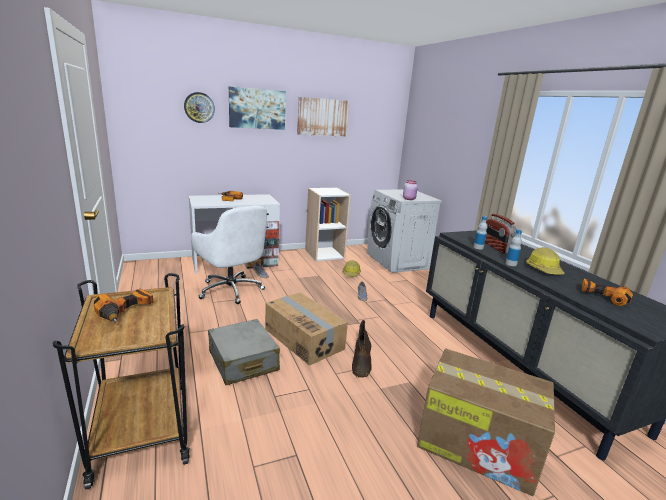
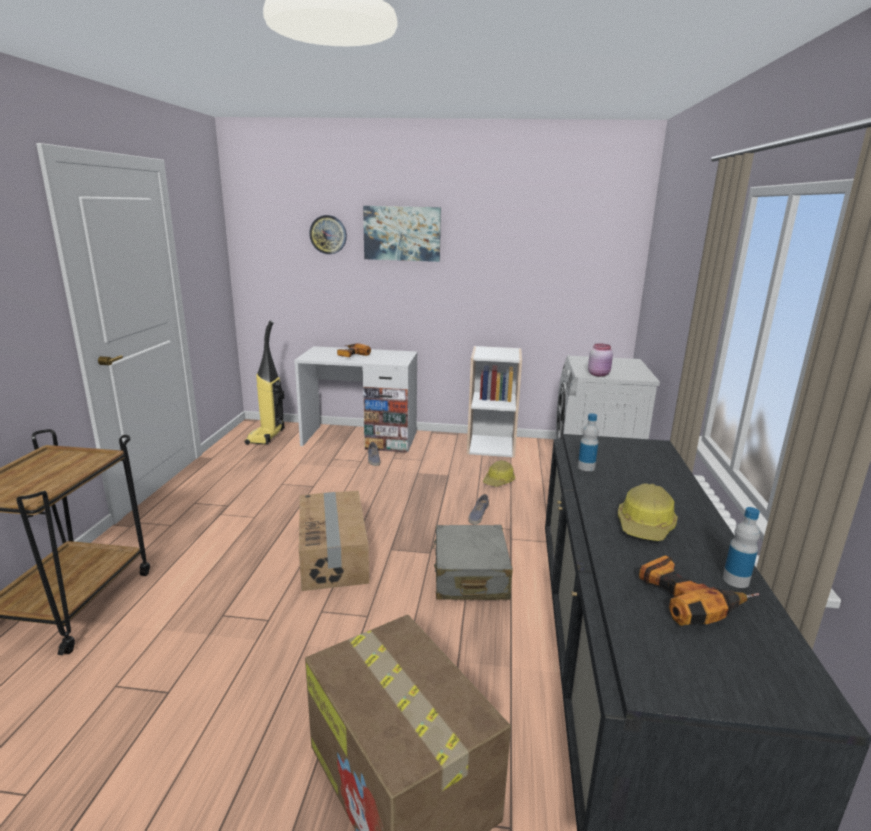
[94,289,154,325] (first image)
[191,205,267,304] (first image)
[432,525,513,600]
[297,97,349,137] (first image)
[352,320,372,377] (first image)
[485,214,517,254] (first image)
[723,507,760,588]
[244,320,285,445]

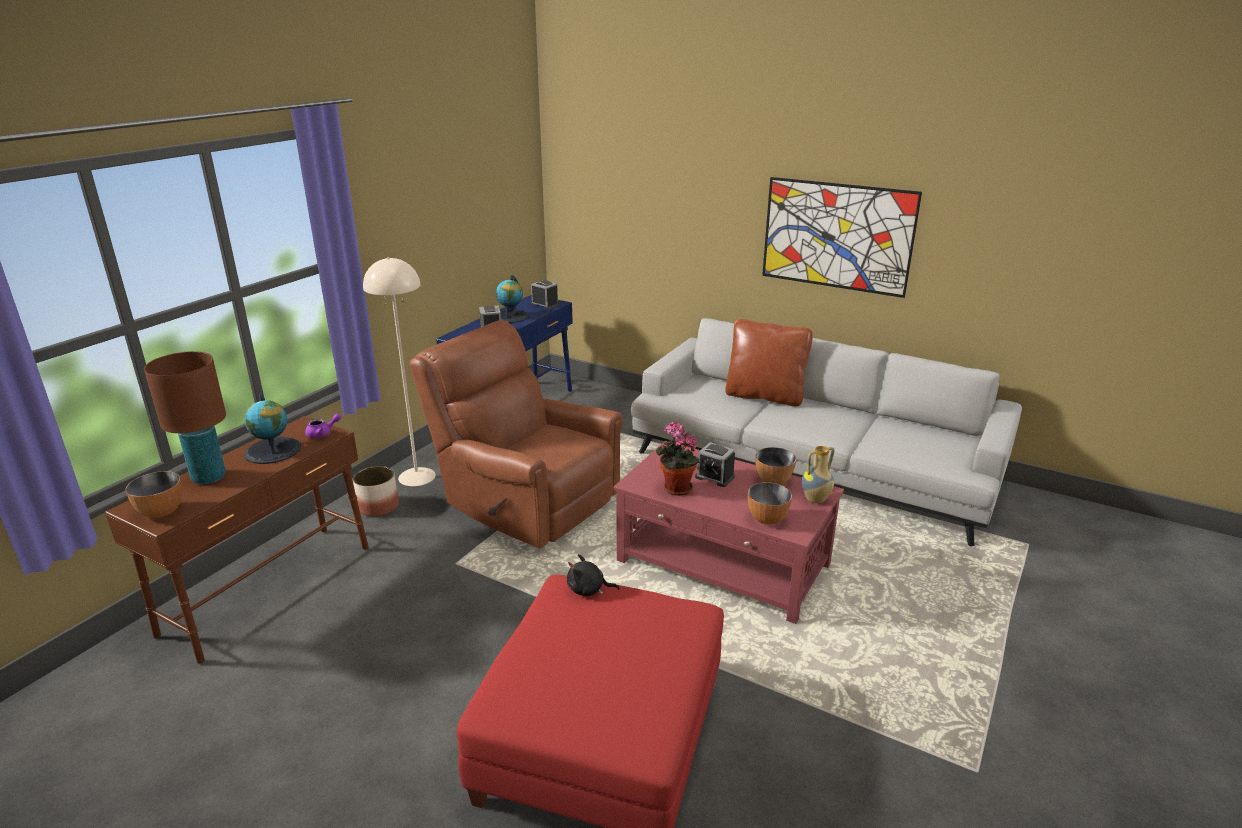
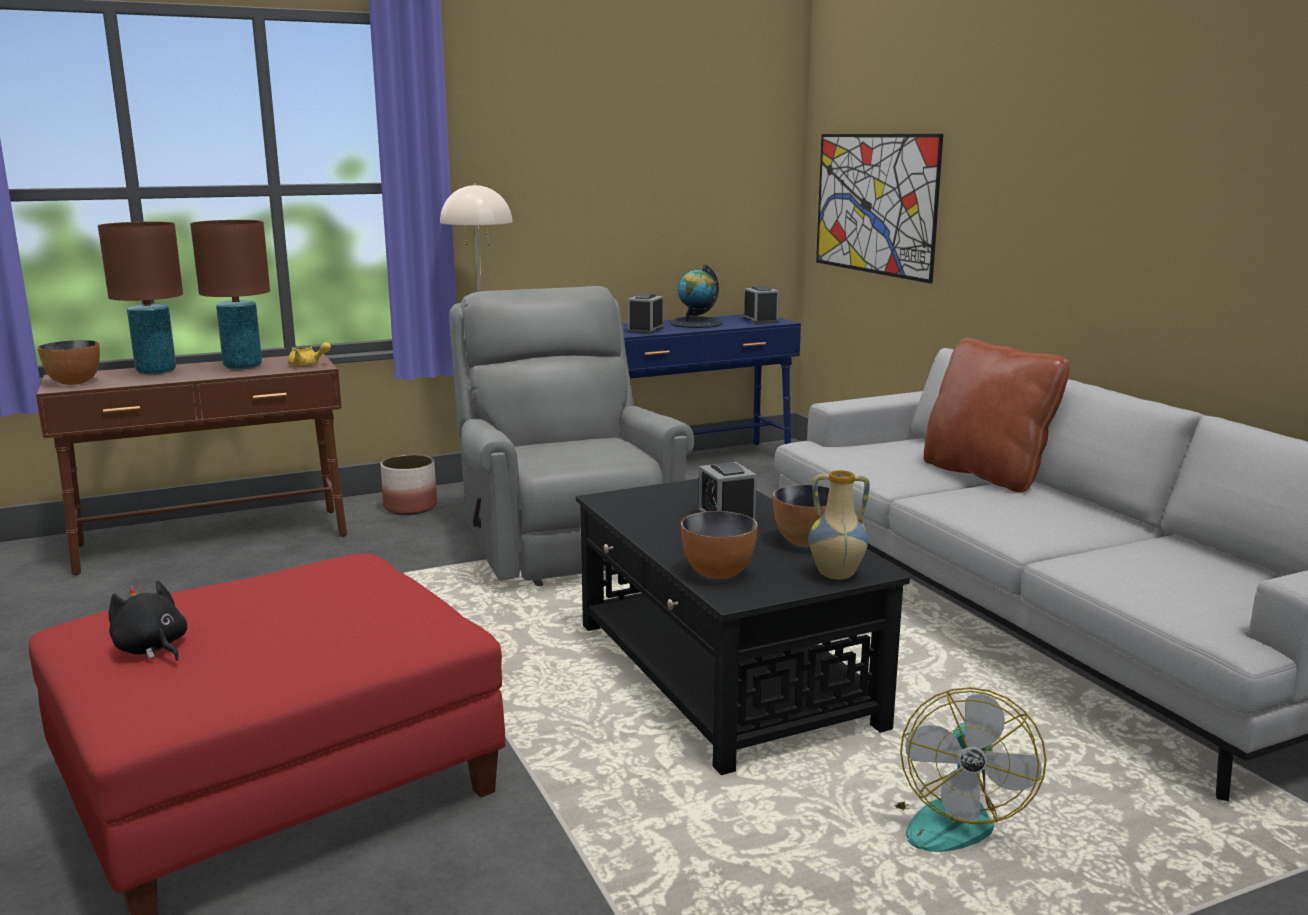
[190,220,270,369]
[288,342,331,367]
[449,286,694,586]
[109,580,187,661]
[576,479,910,775]
[656,422,700,496] (first image)
[816,134,943,284]
[895,687,1046,852]

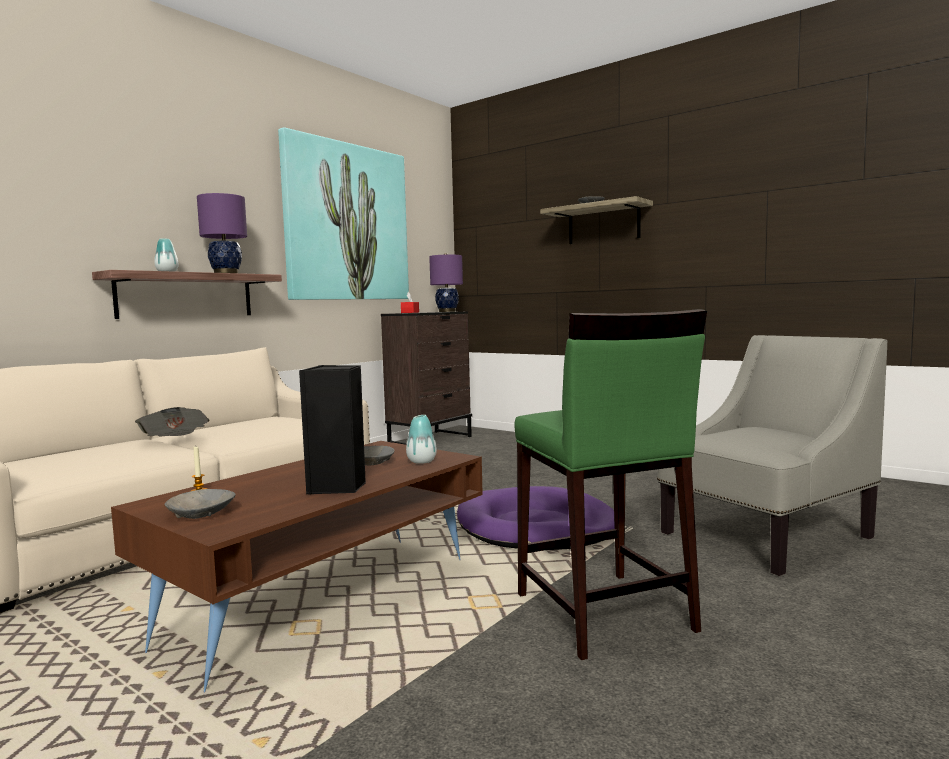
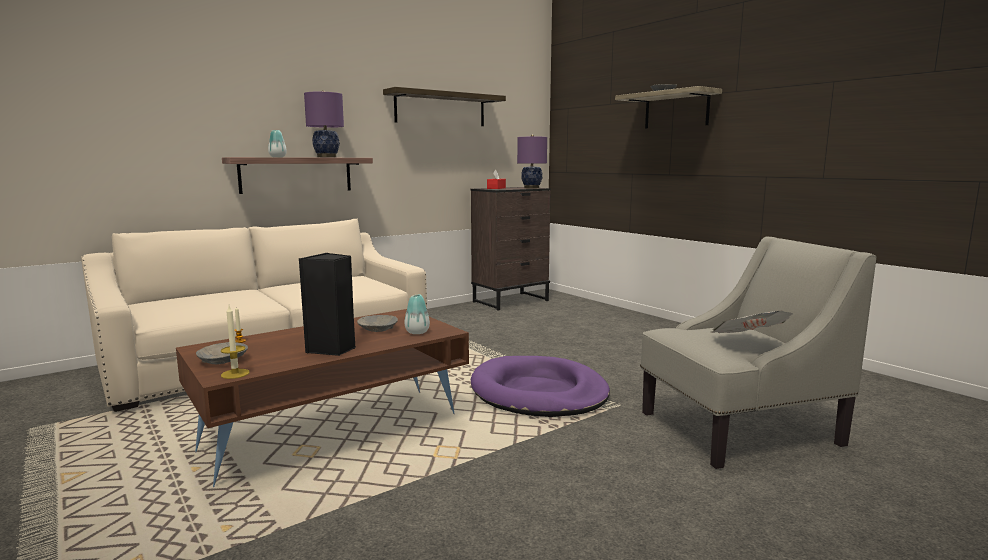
[711,311,793,333]
[383,87,506,126]
[515,309,707,660] (first image)
[221,306,250,379]

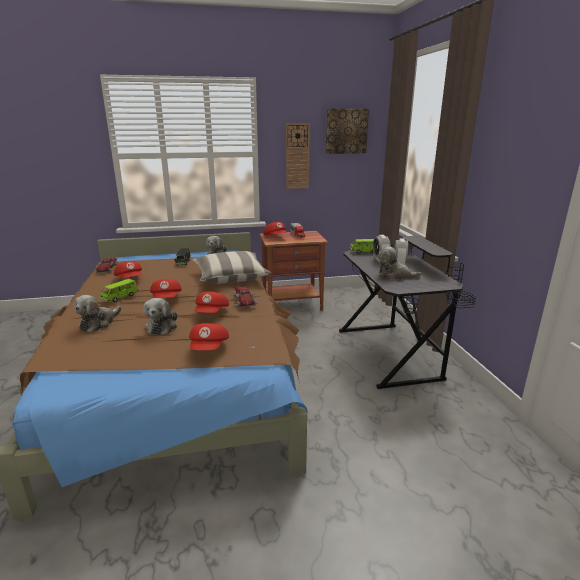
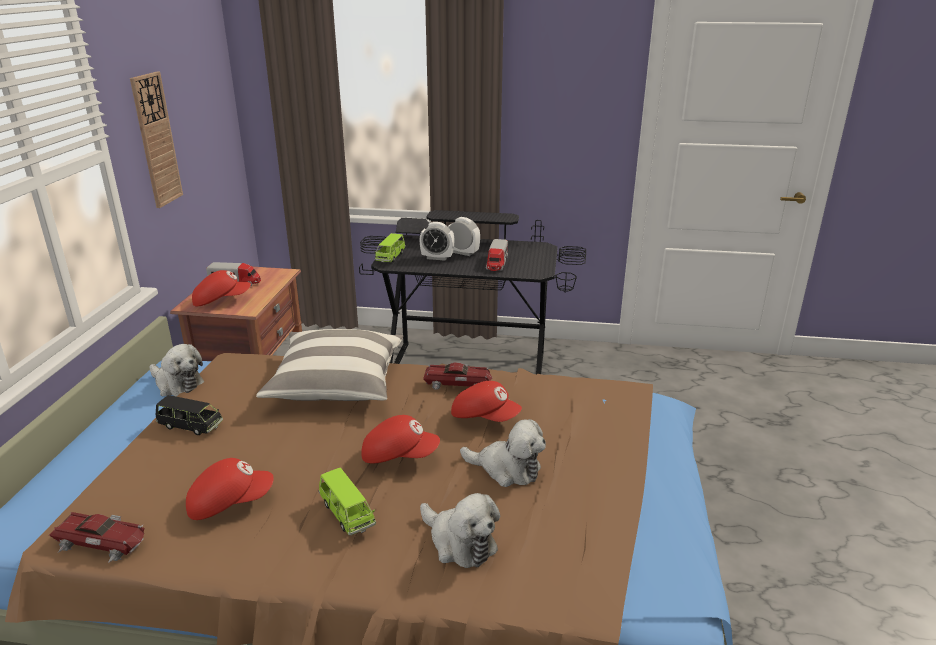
[189,323,229,350] (first image)
[326,108,369,154] (first image)
[486,239,508,271]

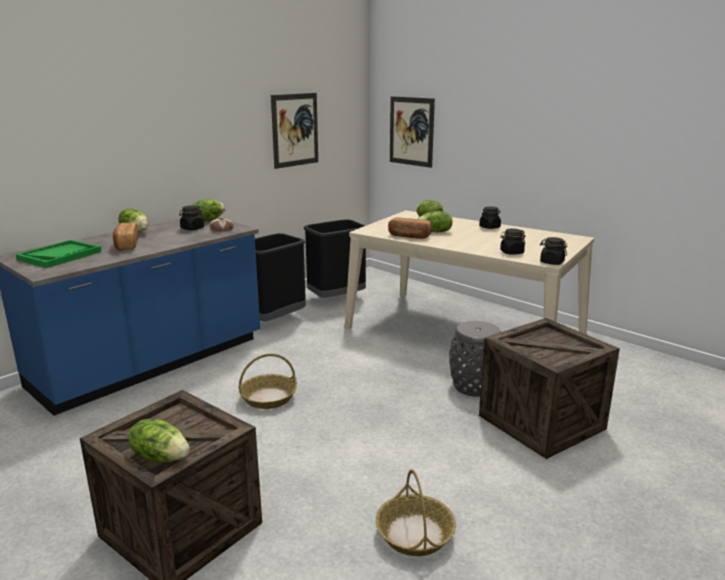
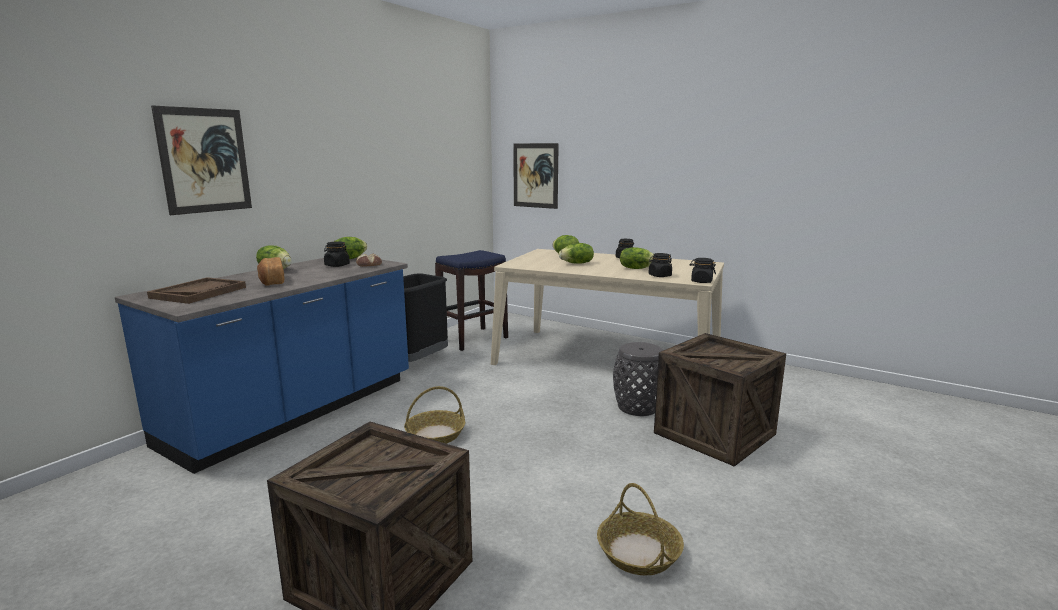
[147,277,246,304]
[620,247,654,269]
[151,105,252,215]
[435,250,508,351]
[388,217,432,239] (first image)

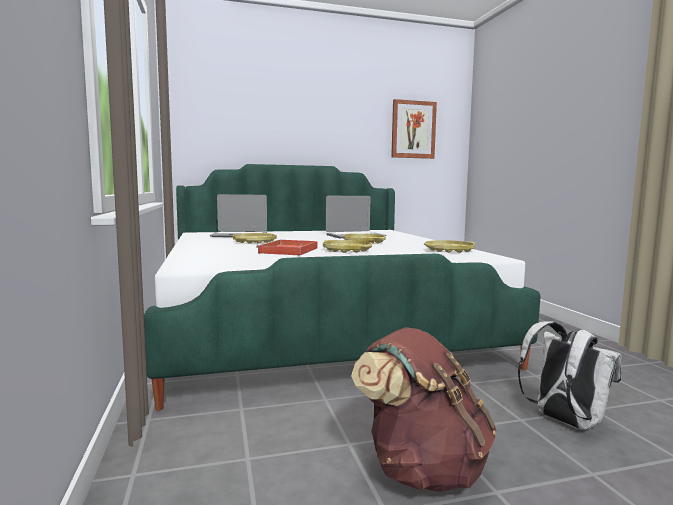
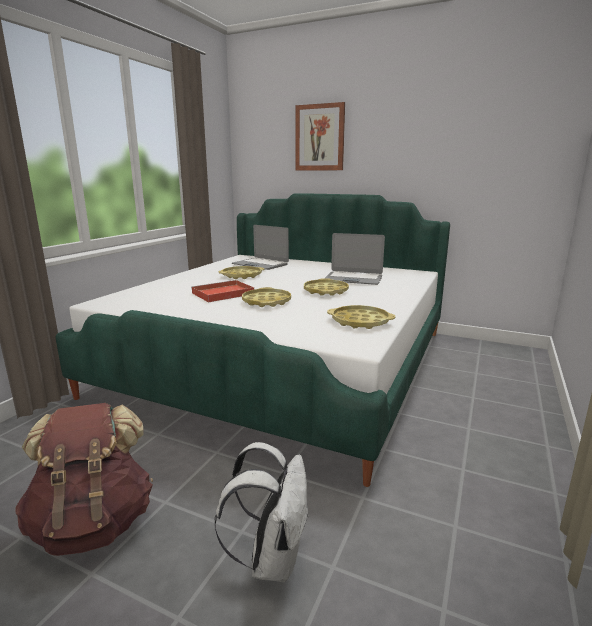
[296,102,345,171]

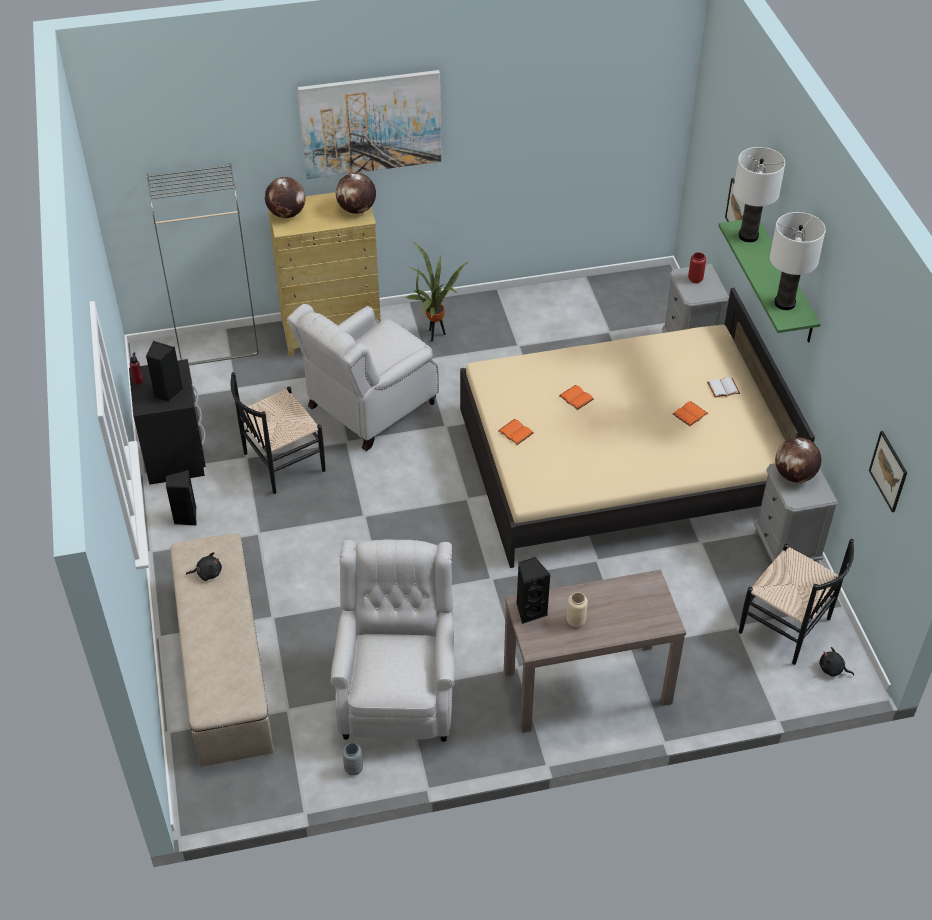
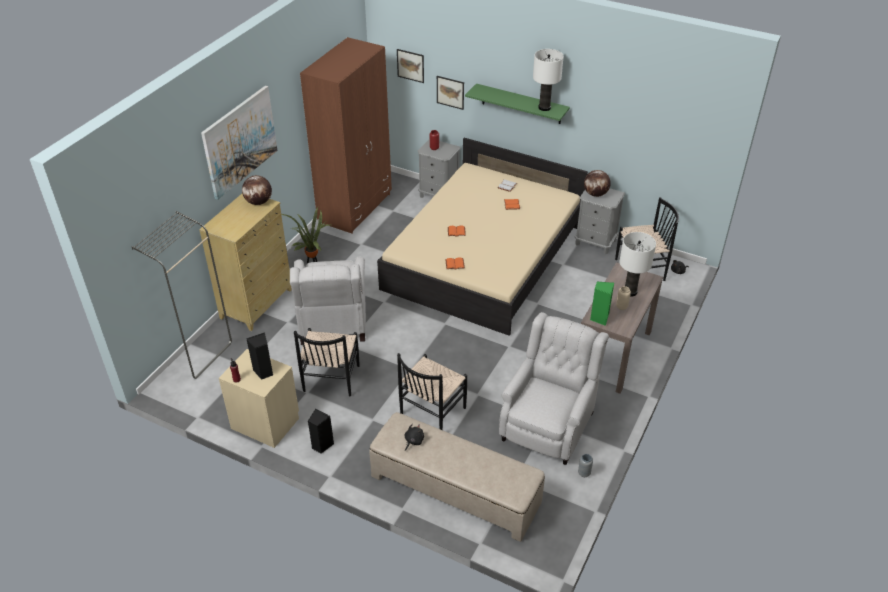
[219,349,299,448]
[265,177,306,218] (first image)
[499,312,609,465]
[590,282,614,326]
[619,232,656,297]
[397,49,424,83]
[300,37,392,233]
[397,353,467,430]

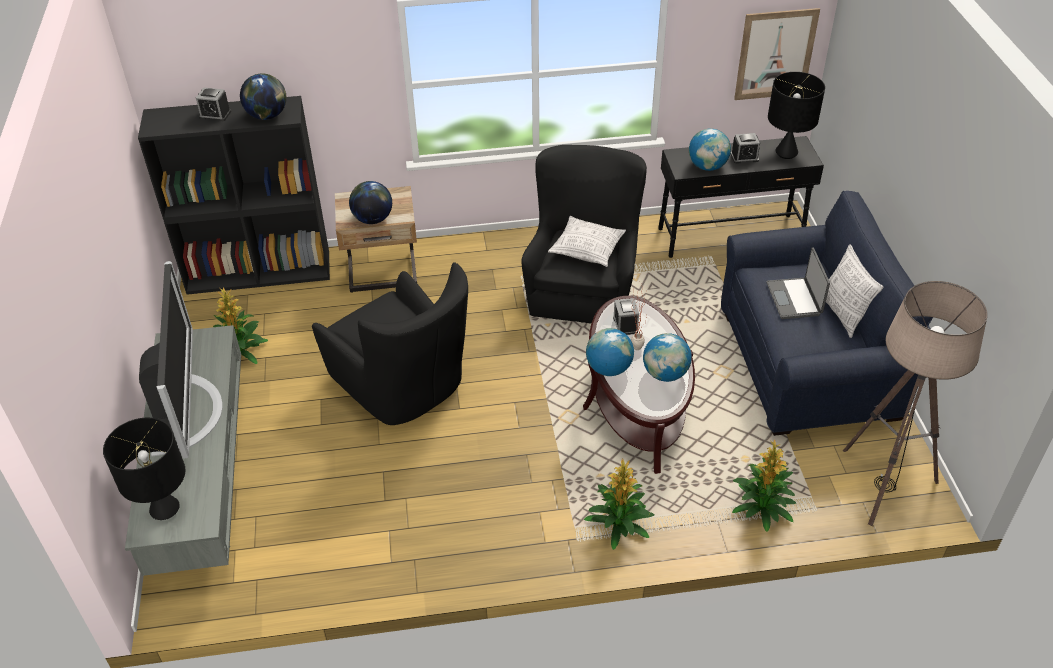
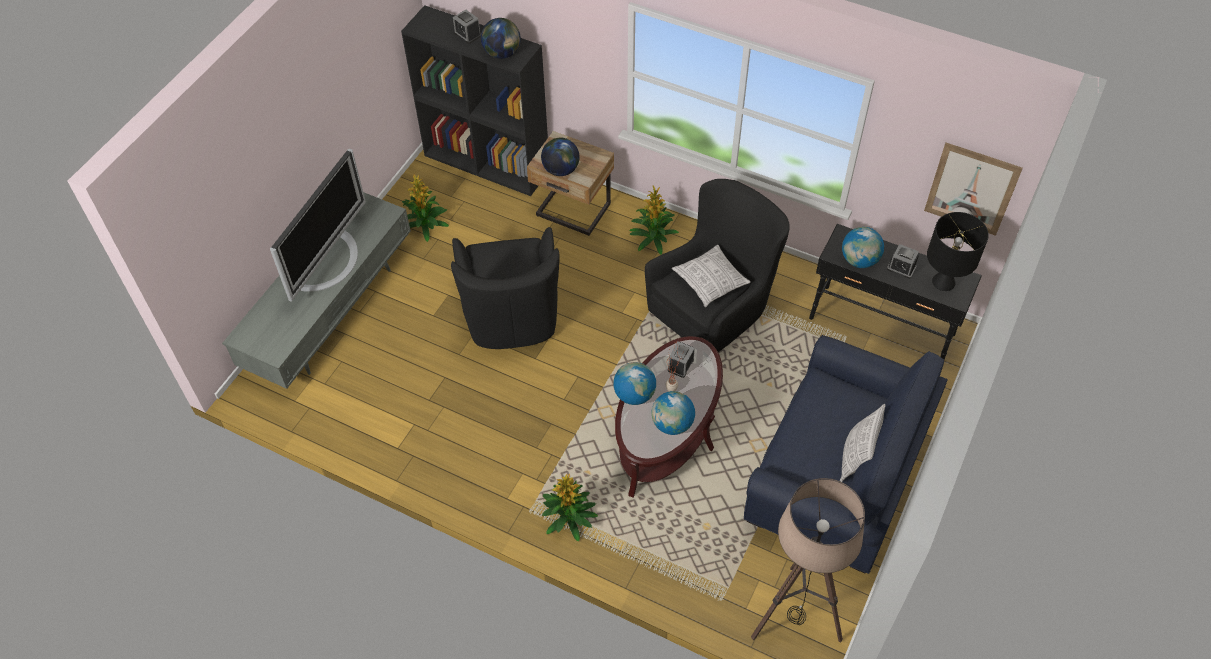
[103,418,185,520] (first image)
[629,186,679,255]
[766,247,830,319] (first image)

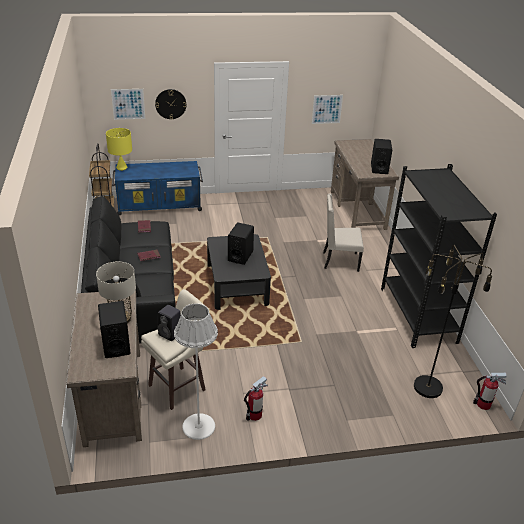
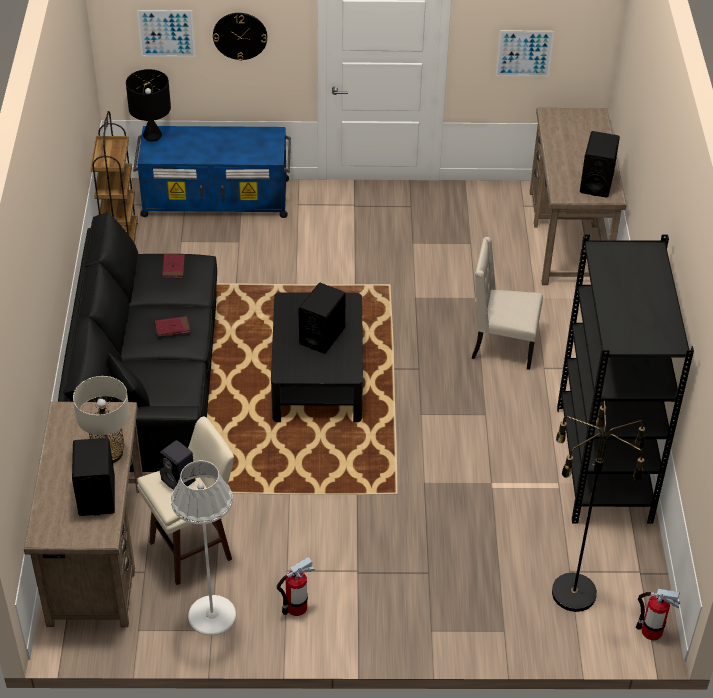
[126,69,171,141]

